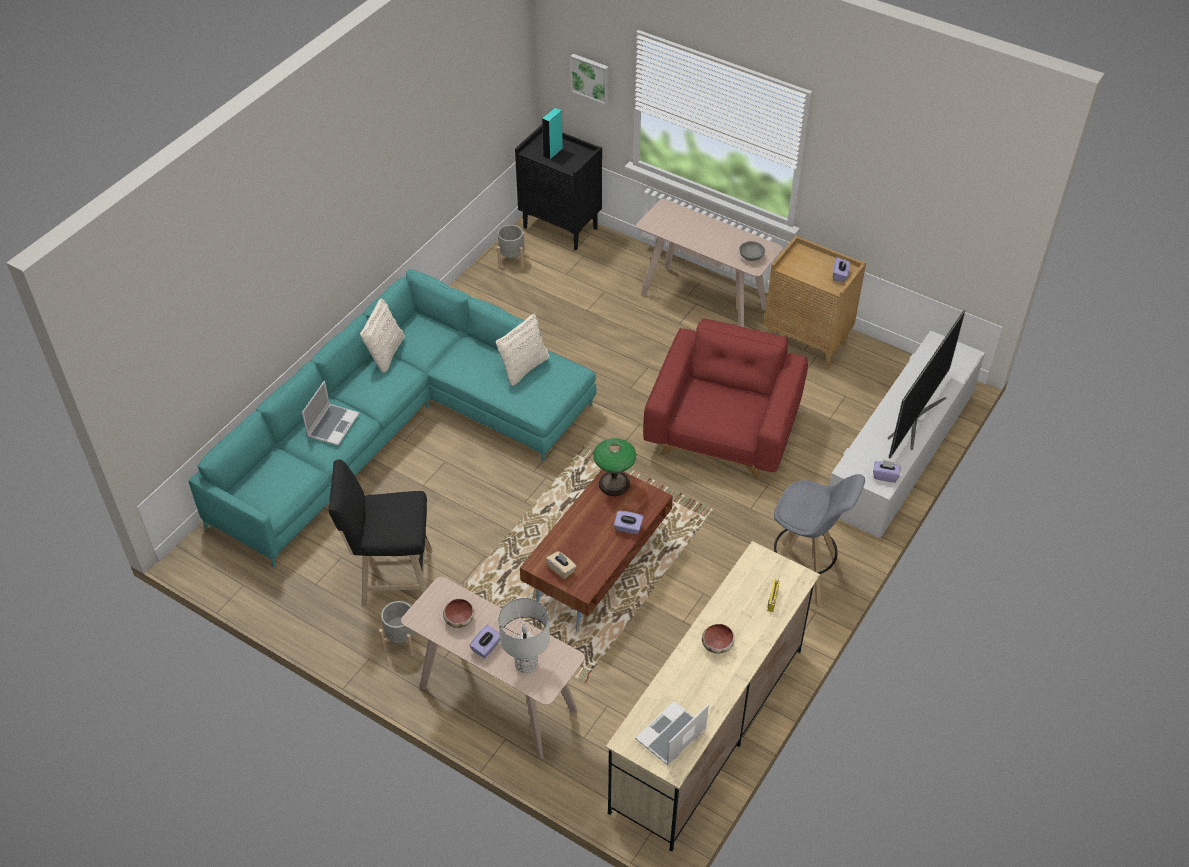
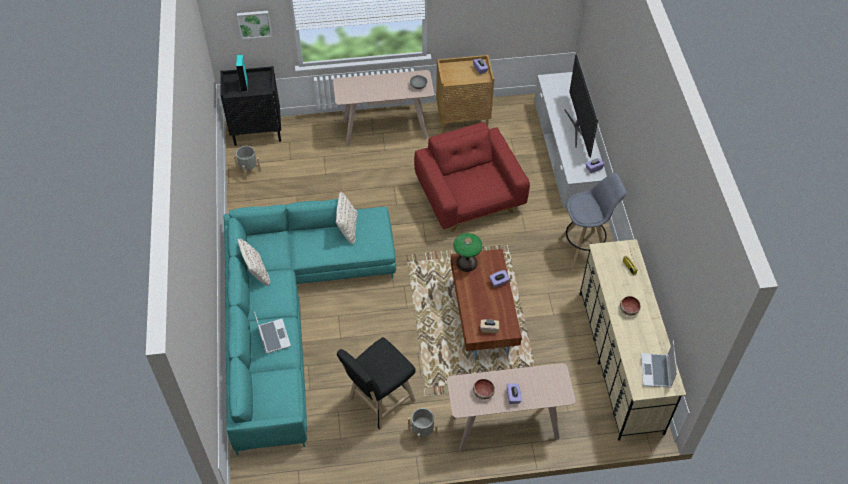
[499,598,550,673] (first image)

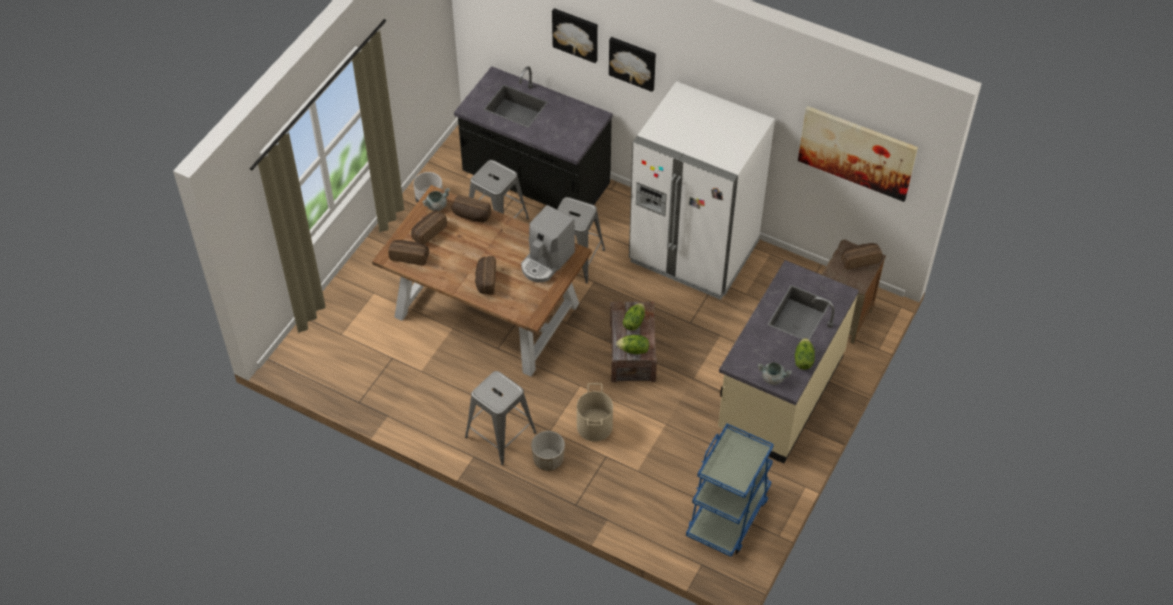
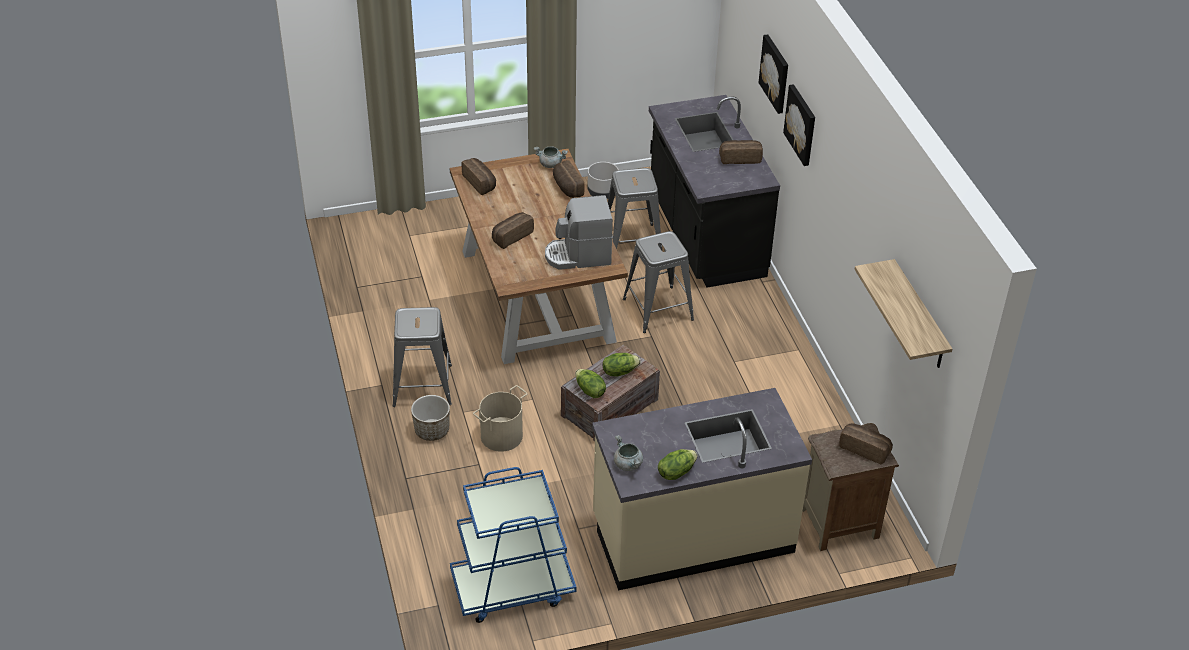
[719,140,763,164]
[629,81,775,300] (first image)
[854,259,953,368]

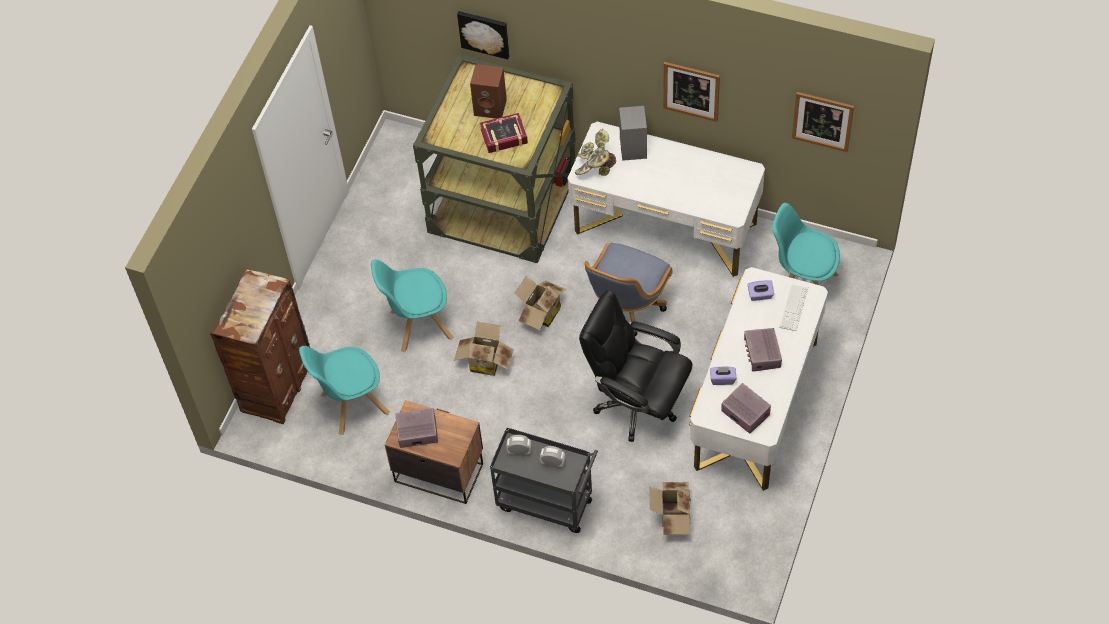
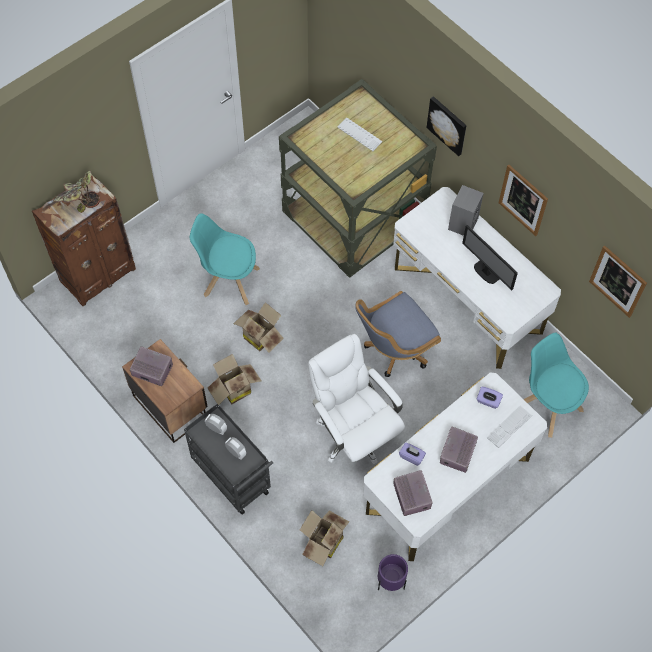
[299,346,390,435] (first image)
[427,96,467,156]
[338,118,382,151]
[480,113,528,153] (first image)
[208,354,261,405]
[53,171,100,213]
[308,334,405,464]
[378,554,408,591]
[462,225,518,290]

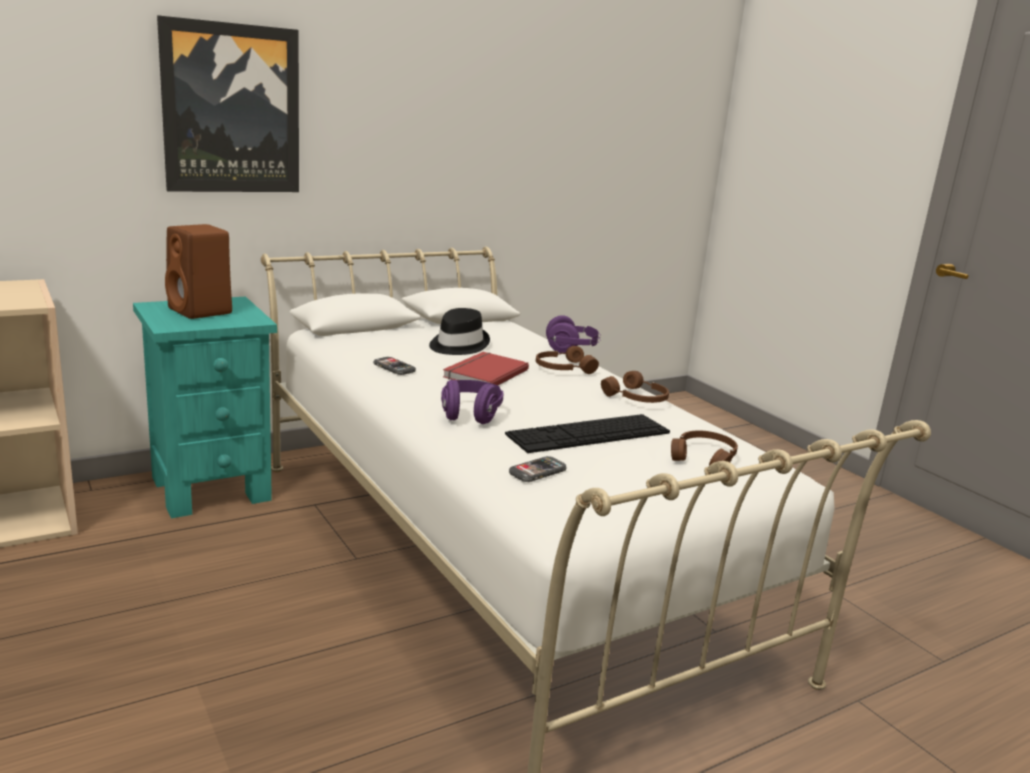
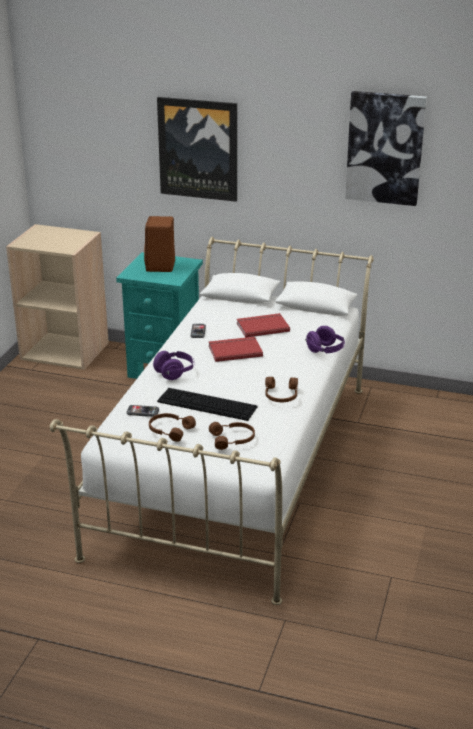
[237,313,290,338]
[149,413,196,442]
[345,91,427,206]

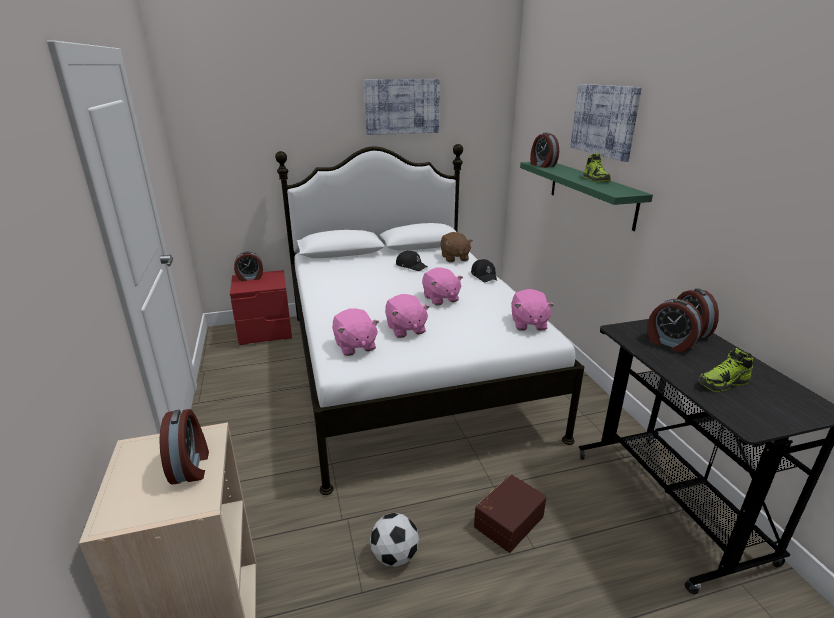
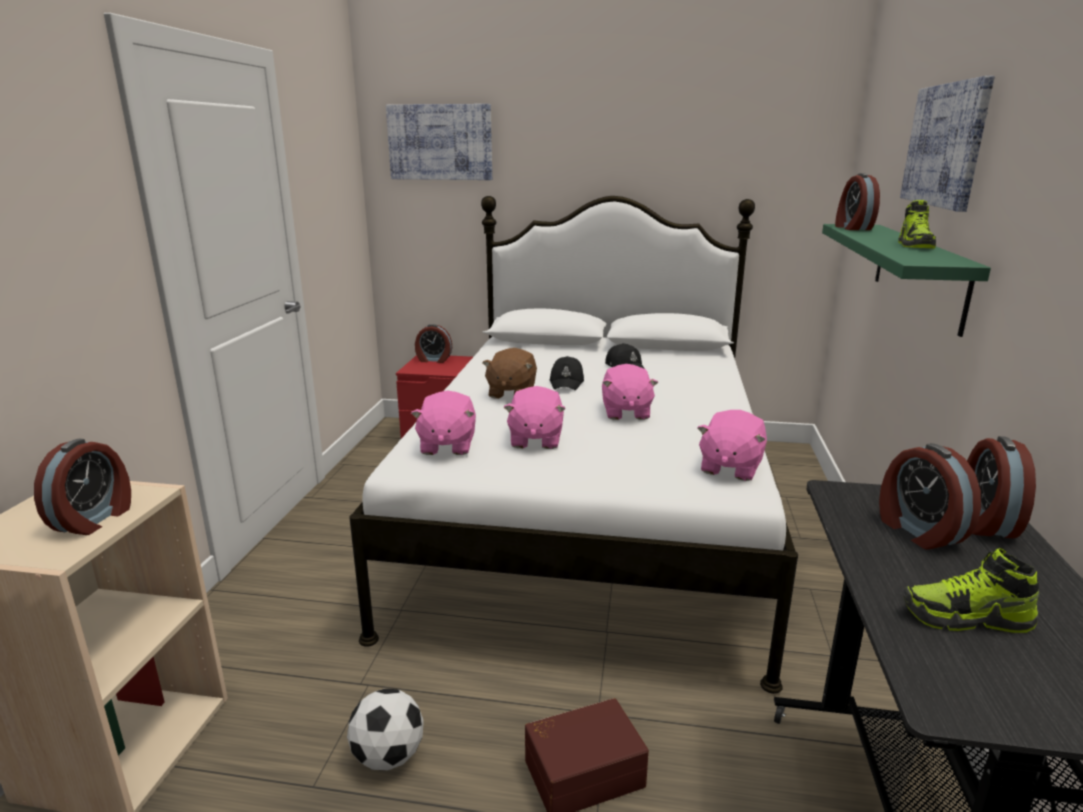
[386,104,492,180]
[482,348,537,399]
[550,356,584,390]

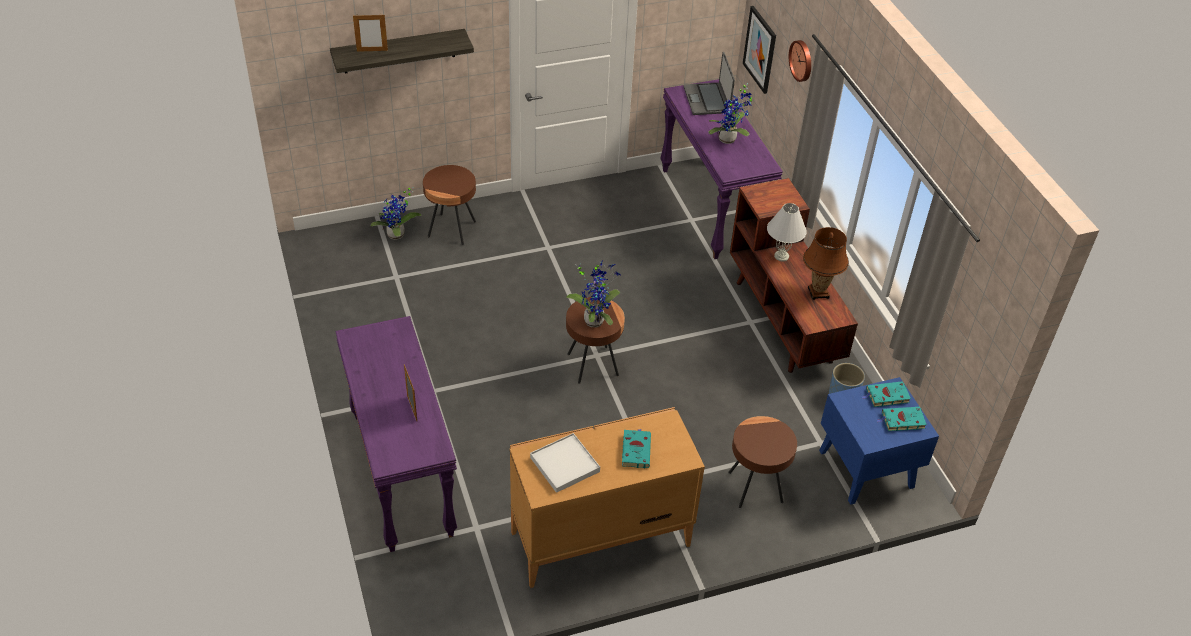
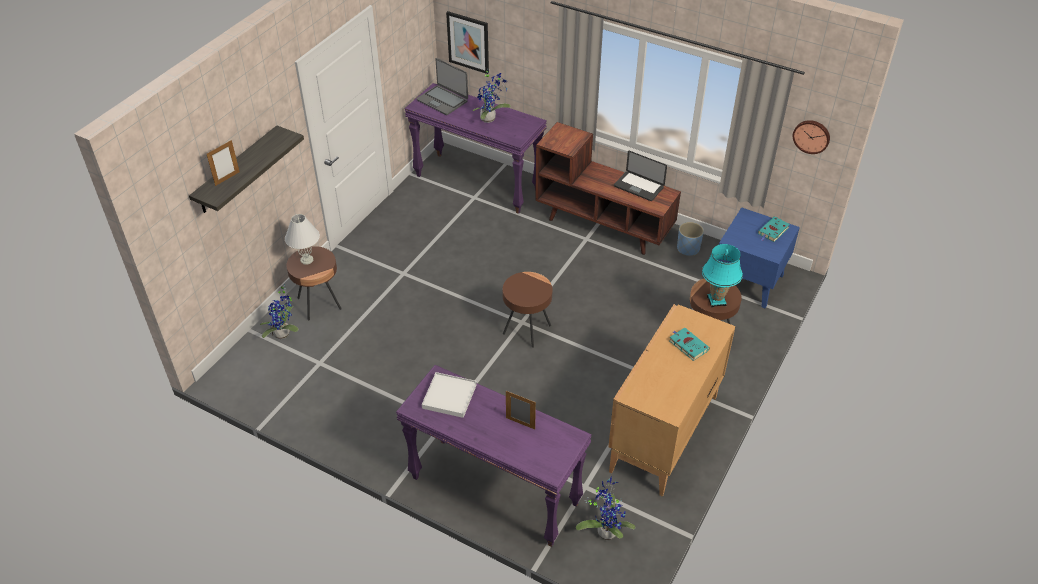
[422,372,477,418]
[576,477,636,541]
[285,214,320,265]
[793,120,830,154]
[614,151,667,201]
[862,381,911,407] (first image)
[702,244,743,308]

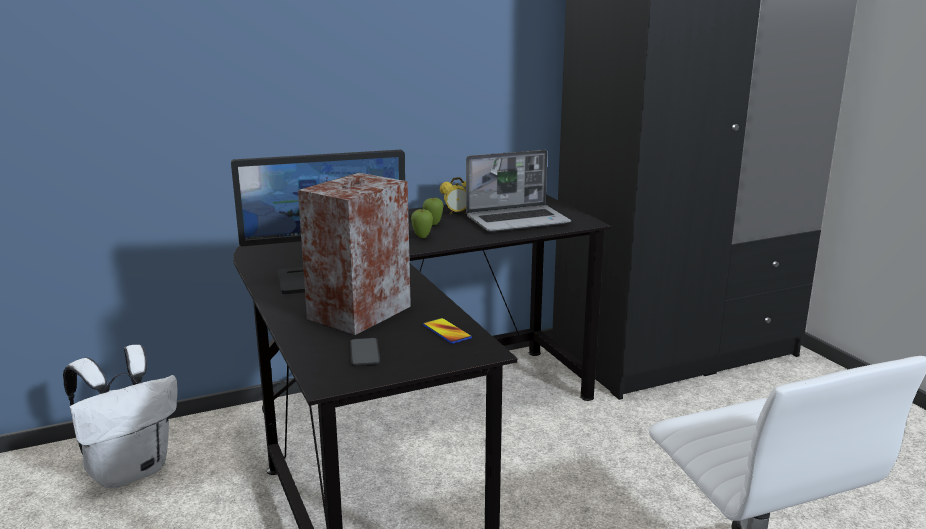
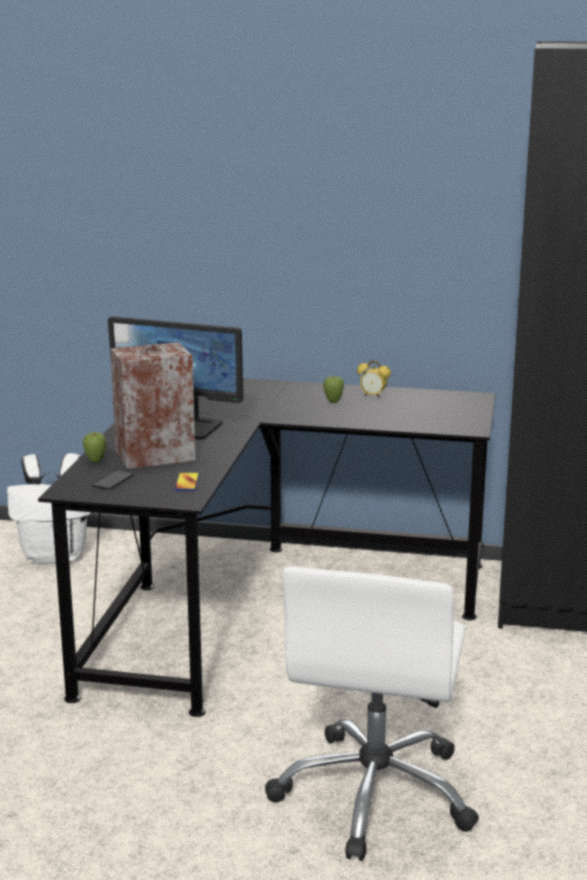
[83,432,107,463]
[466,150,571,232] (first image)

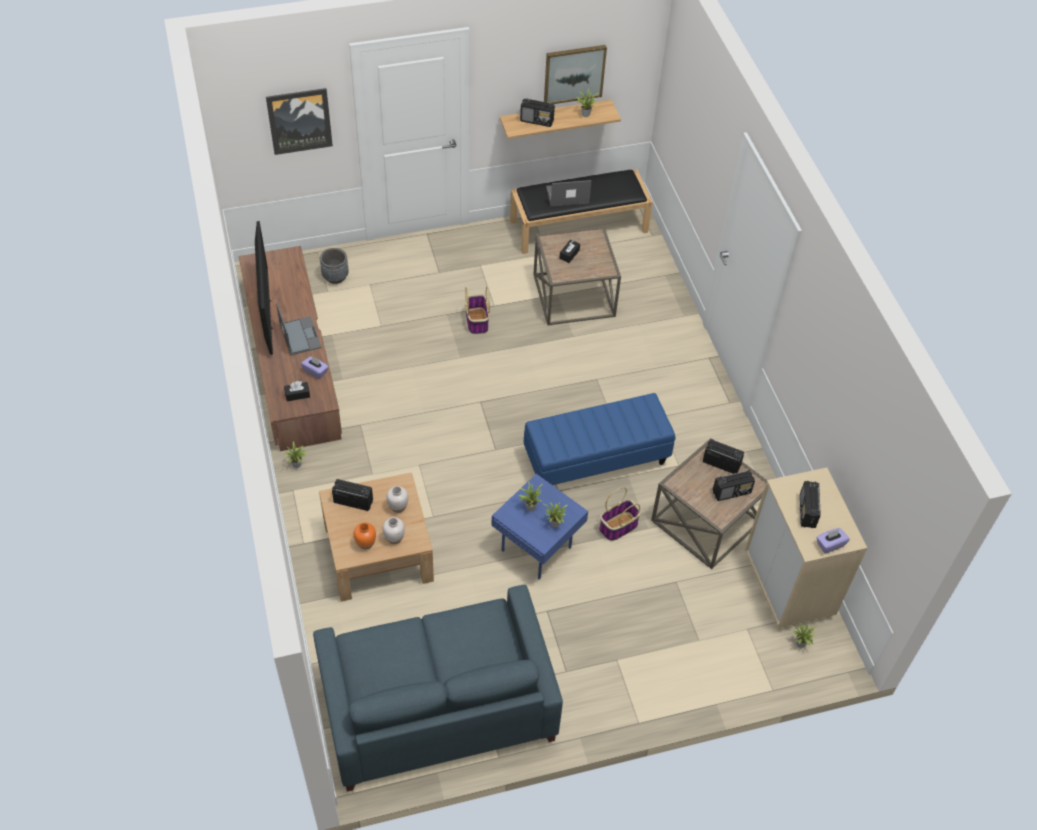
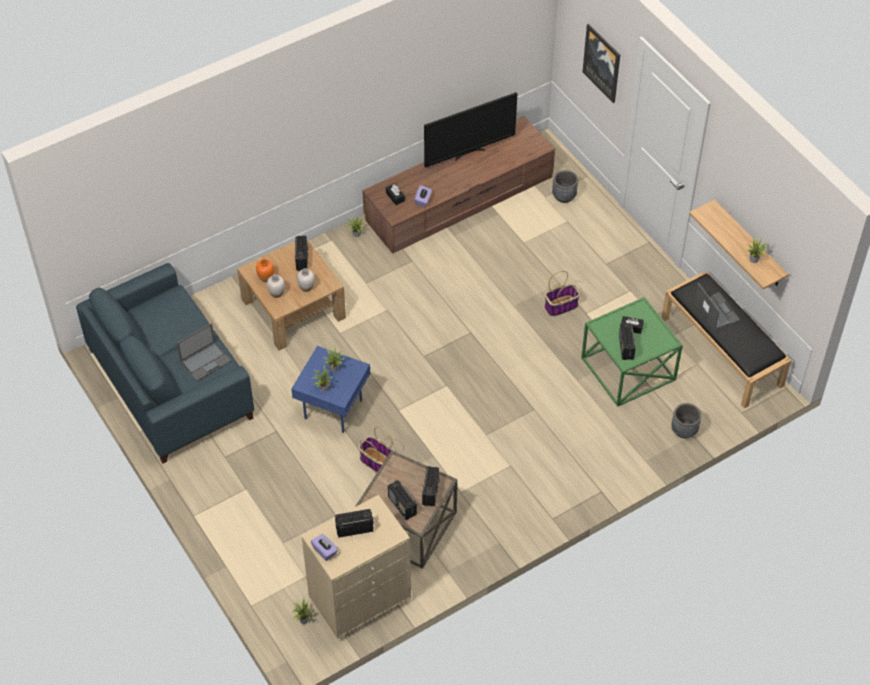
[177,323,231,381]
[619,323,636,360]
[524,393,675,485] (first image)
[581,297,683,407]
[544,45,607,104] (first image)
[671,403,701,439]

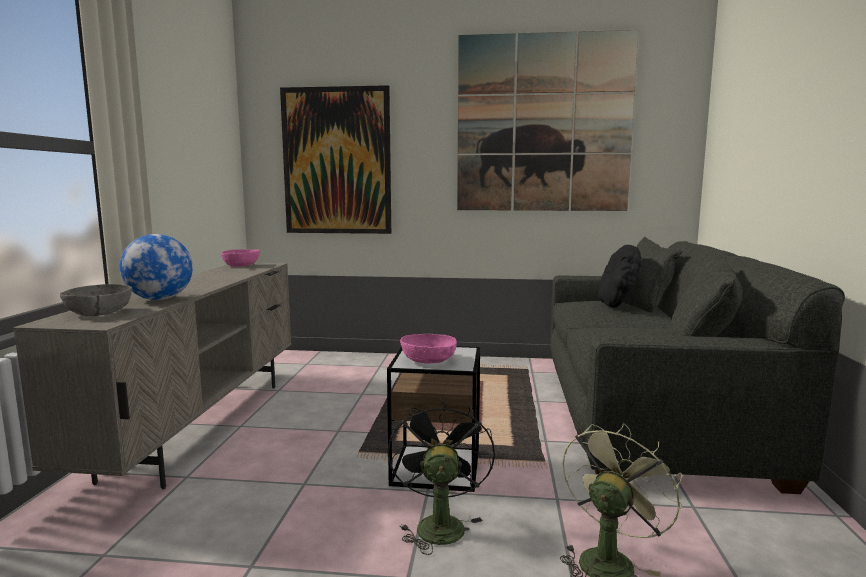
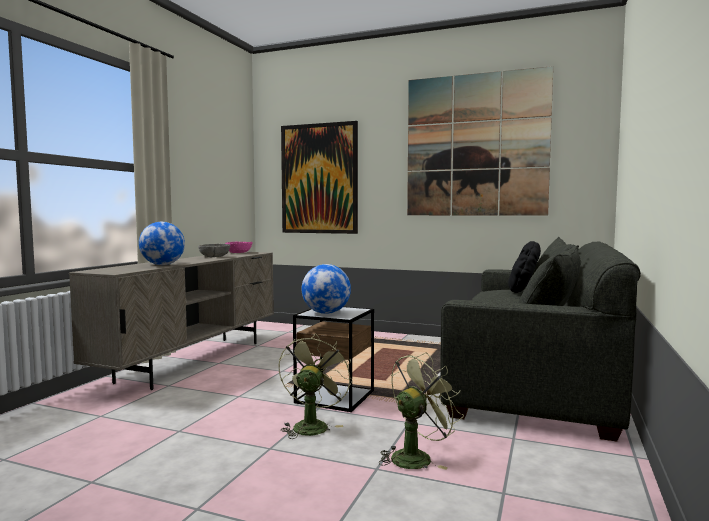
[198,244,230,257]
[279,333,352,439]
[302,264,351,314]

